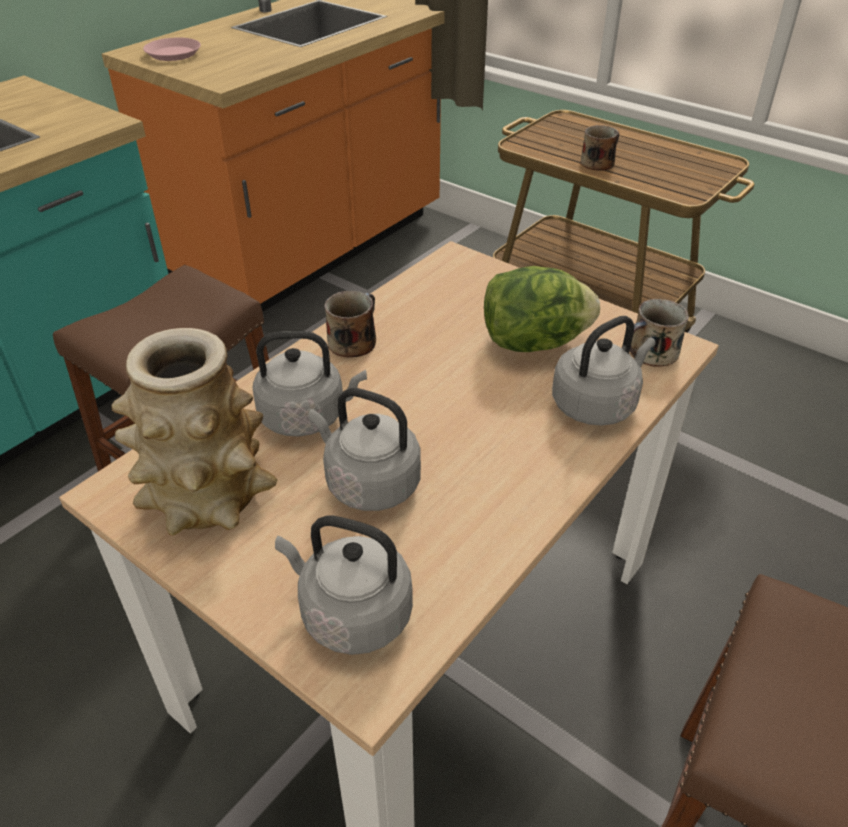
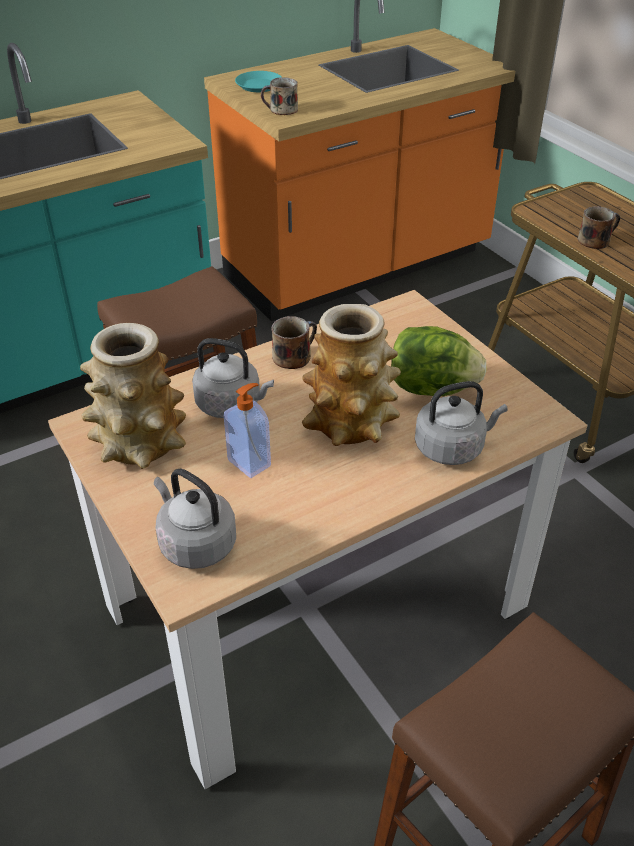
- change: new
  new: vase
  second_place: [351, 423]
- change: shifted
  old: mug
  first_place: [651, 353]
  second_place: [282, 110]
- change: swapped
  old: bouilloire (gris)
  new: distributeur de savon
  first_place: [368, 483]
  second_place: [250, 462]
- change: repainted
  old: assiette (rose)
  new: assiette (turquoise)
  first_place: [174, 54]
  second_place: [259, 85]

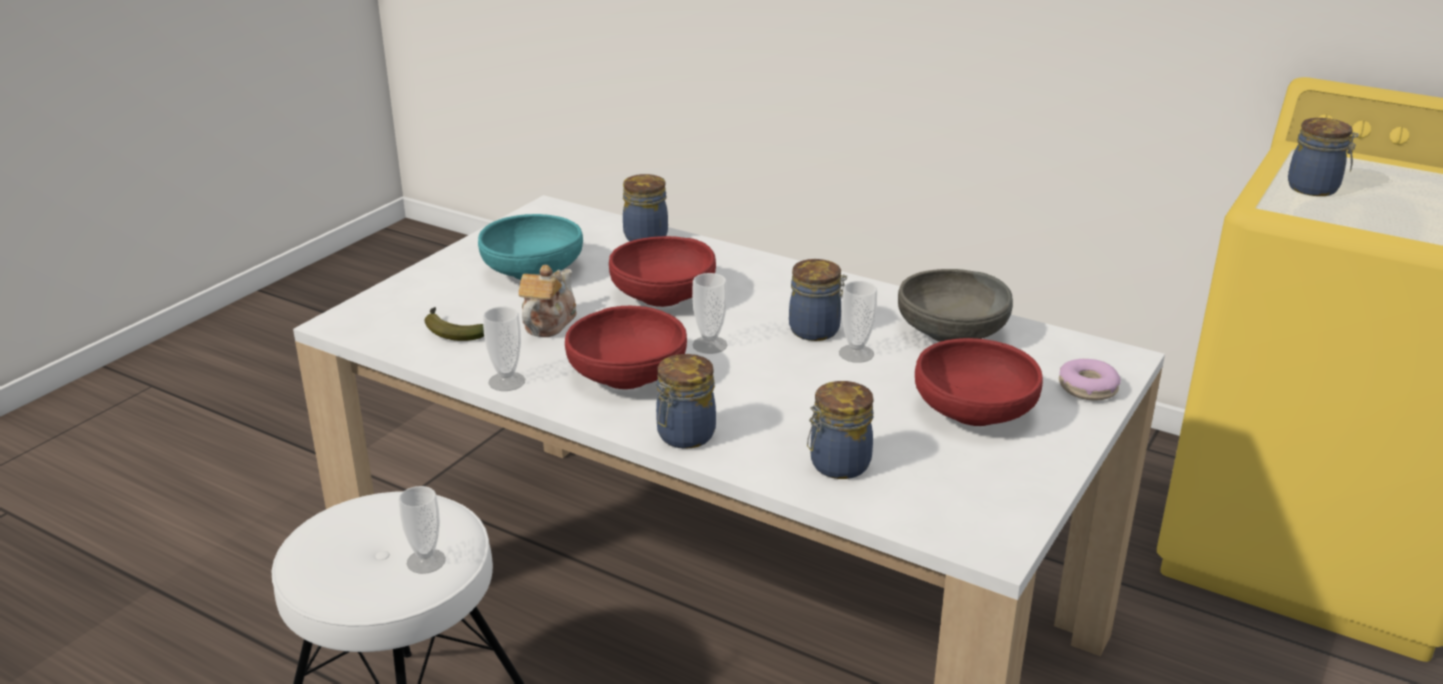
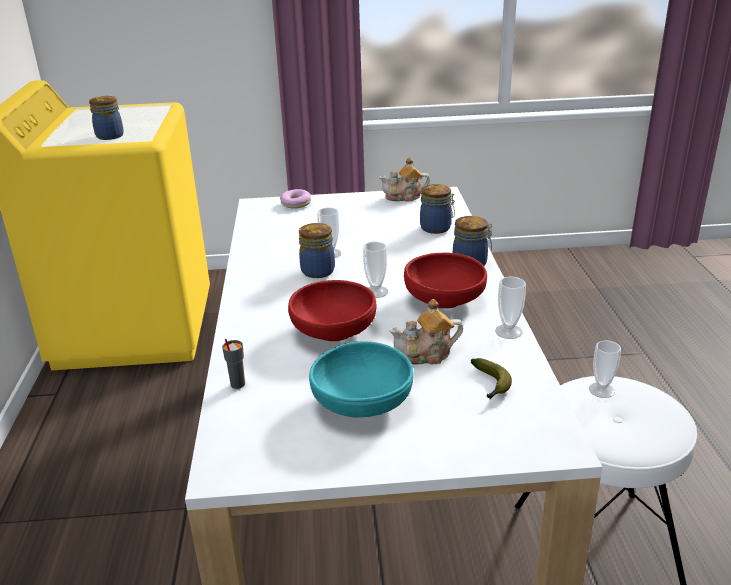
- change: gone
  old: bol (gris)
  first_place: [952, 333]
- change: gone
  old: bol (rouge)
  first_place: [973, 412]
- change: new
  new: théière
  second_place: [404, 197]
- change: swapped
  old: bocal
  new: tasse (gris)
  first_place: [645, 236]
  second_place: [237, 384]

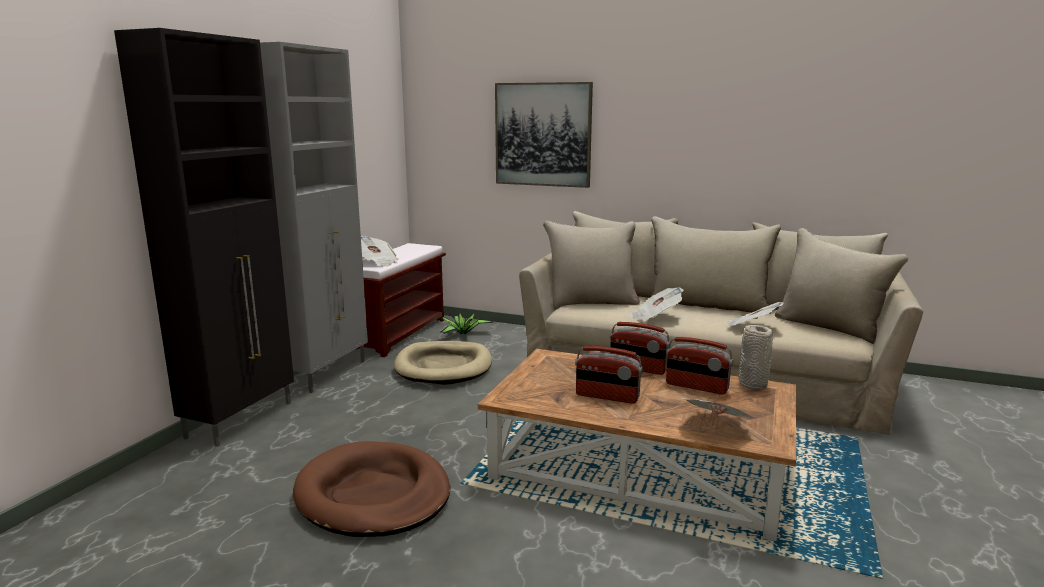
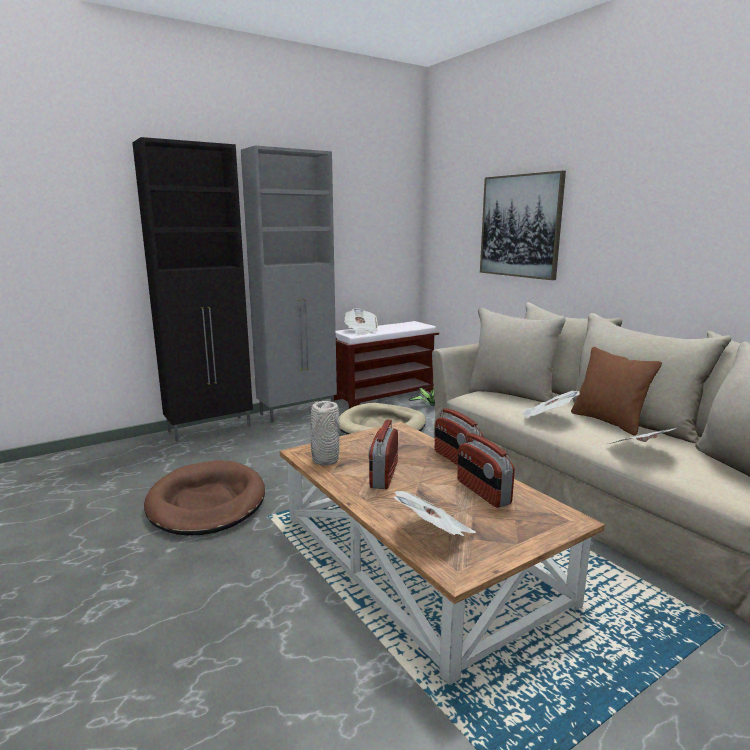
- change: new
  new: coussin (marron)
  second_place: [608, 422]
- change: shifted
  old: vase (gris)
  first_place: [753, 385]
  second_place: [325, 460]
- change: rotated
  old: radio
  first_place: [607, 397]
  second_place: [383, 475]
  degrees: 45

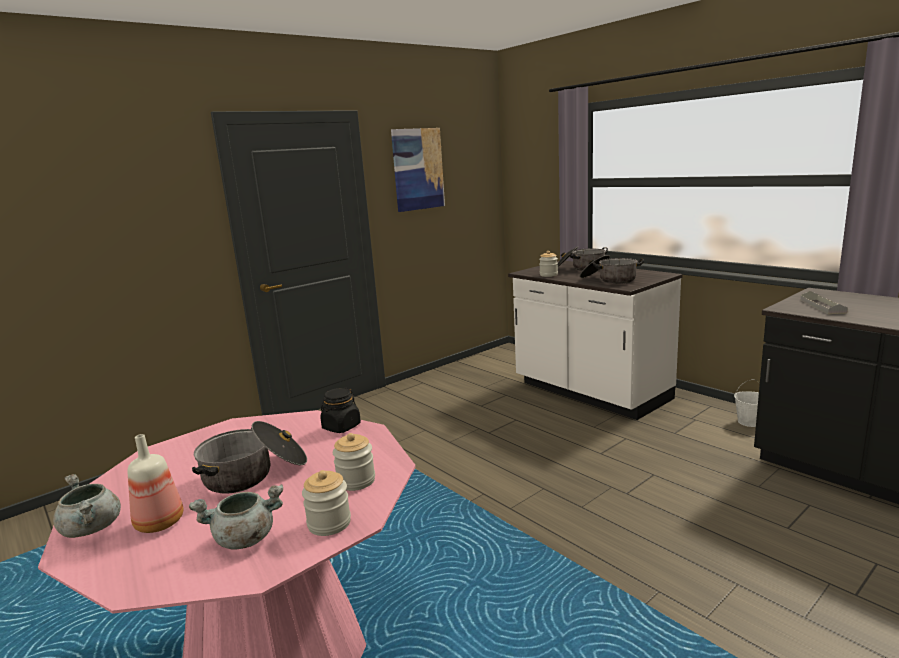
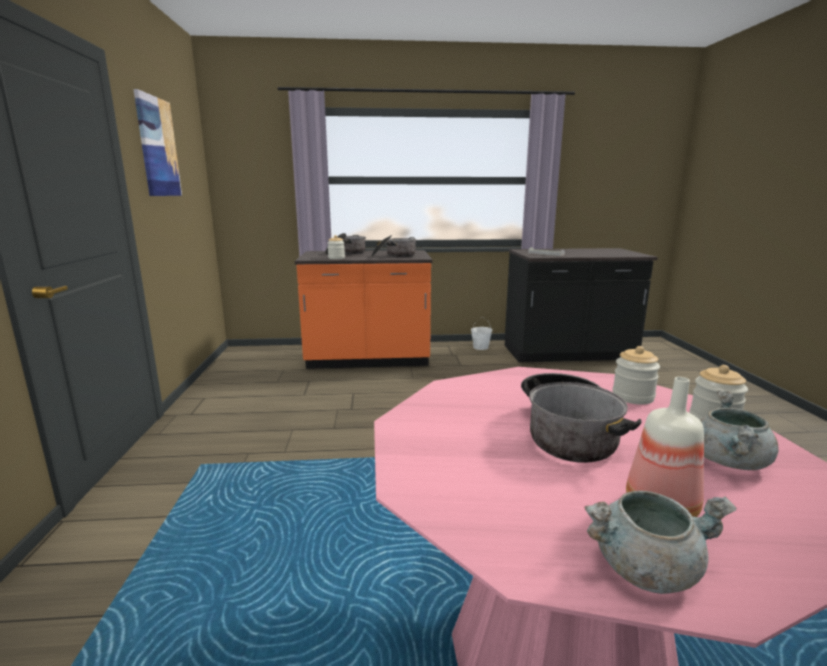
- change: gone
  old: bocal (noir)
  first_place: [341, 427]
- change: repainted
  old: comptoir de cuisine (blanc)
  new: comptoir de cuisine (orange)
  first_place: [590, 392]
  second_place: [368, 360]

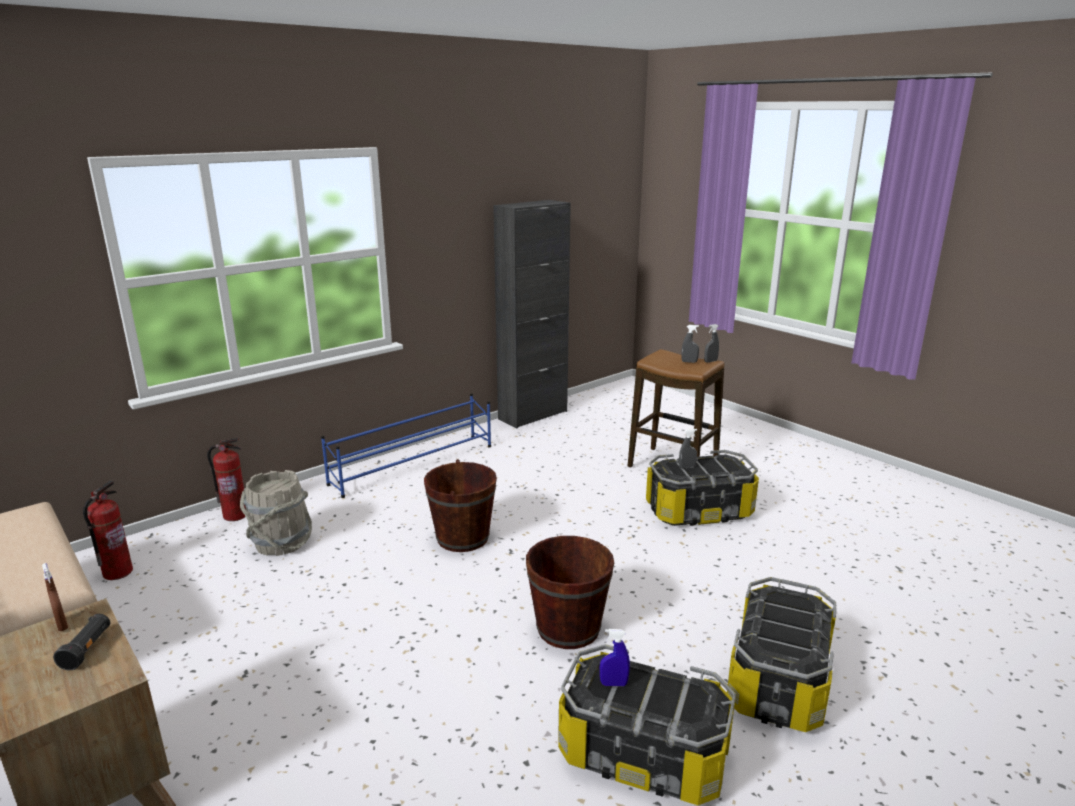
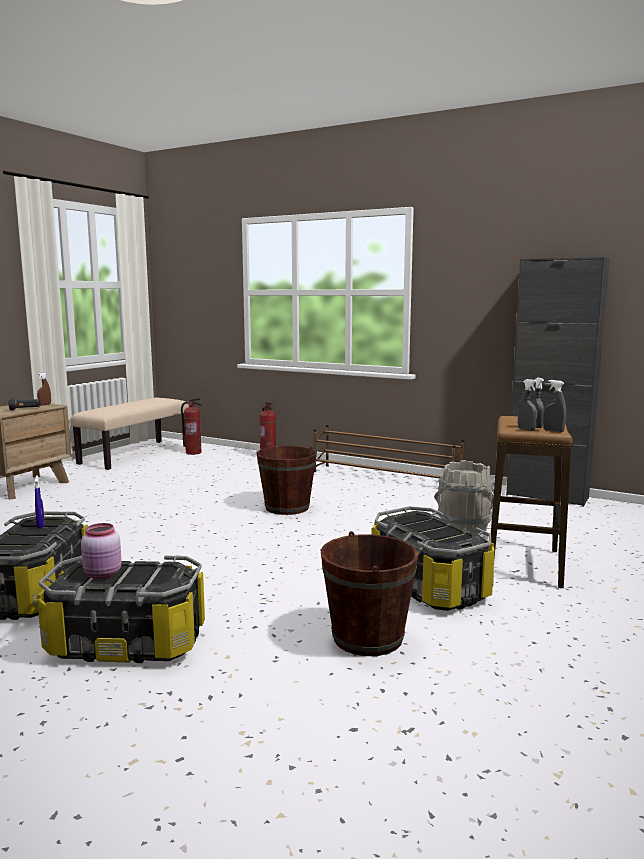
- change: new
  new: bocal (rose)
  second_place: [103, 574]
- change: shifted
  old: seau (gris)
  first_place: [280, 543]
  second_place: [464, 528]
- change: shifted
  old: seau (marron)
  first_place: [568, 628]
  second_place: [368, 637]
- change: shifted
  old: vaporisateur (gris)
  first_place: [687, 467]
  second_place: [526, 429]
- change: repainted
  old: étagère à chaussures (bleu)
  new: étagère à chaussures (marron)
  first_place: [414, 465]
  second_place: [385, 478]

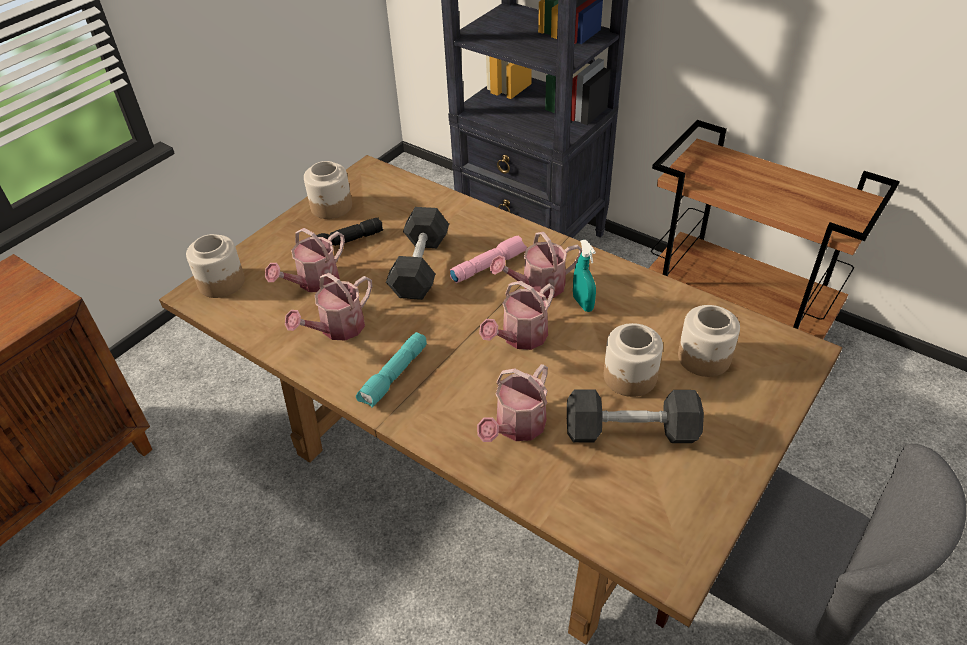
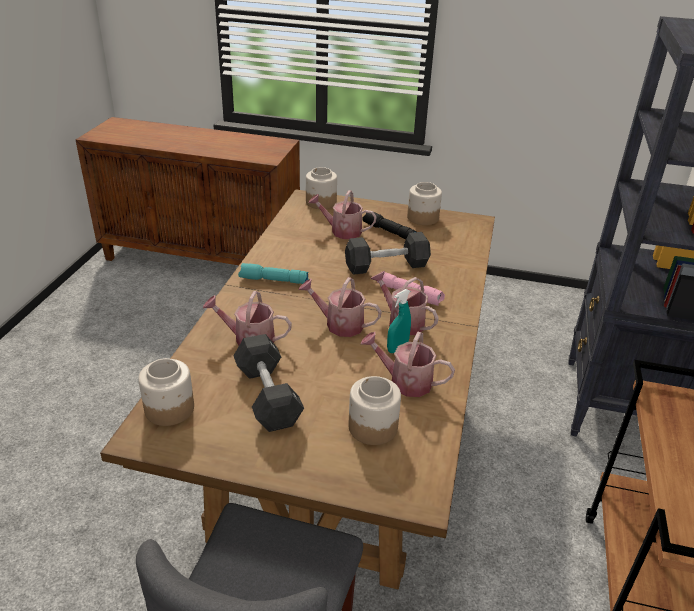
- change: shifted
  old: arrosoir
  first_place: [337, 329]
  second_place: [405, 381]
- change: shifted
  old: bocal
  first_place: [630, 377]
  second_place: [169, 409]

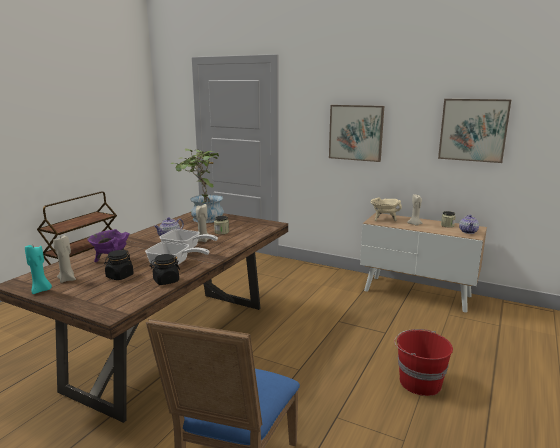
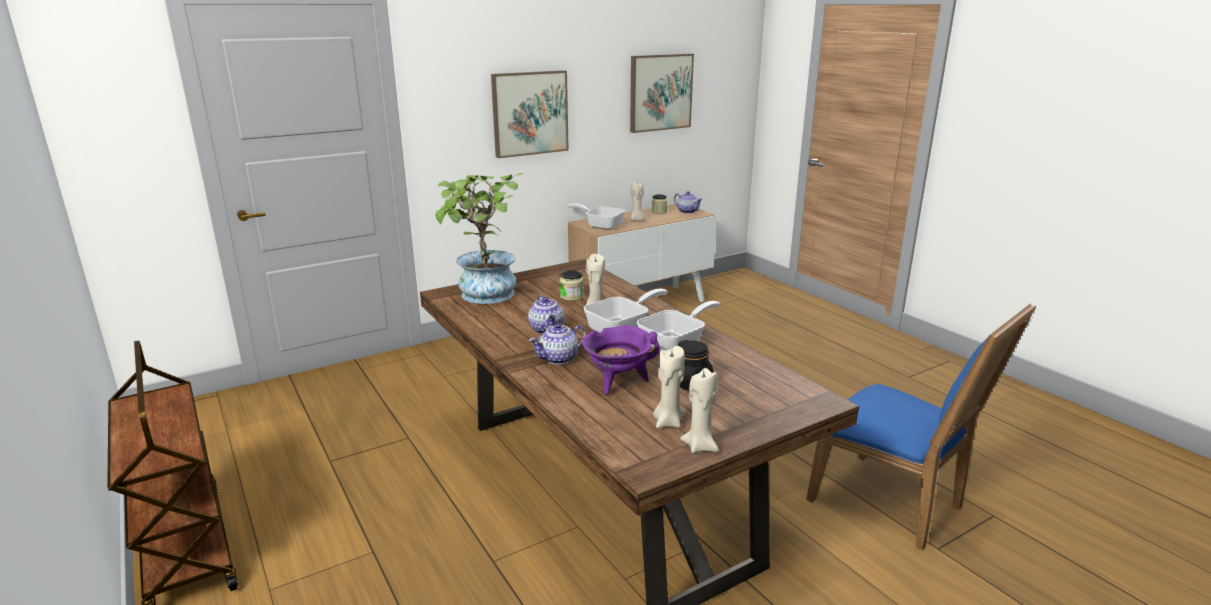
- change: gone
  old: bocal (noir)
  first_place: [166, 281]
- change: gone
  old: seau (rouge)
  first_place: [419, 382]
- change: new
  new: théière
  second_place: [559, 358]
- change: swapped
  old: marmite (beige)
  new: poêle
  first_place: [384, 219]
  second_place: [600, 225]
- change: repainted
  old: bougie (turquoise)
  new: bougie (beige)
  first_place: [41, 290]
  second_place: [700, 446]

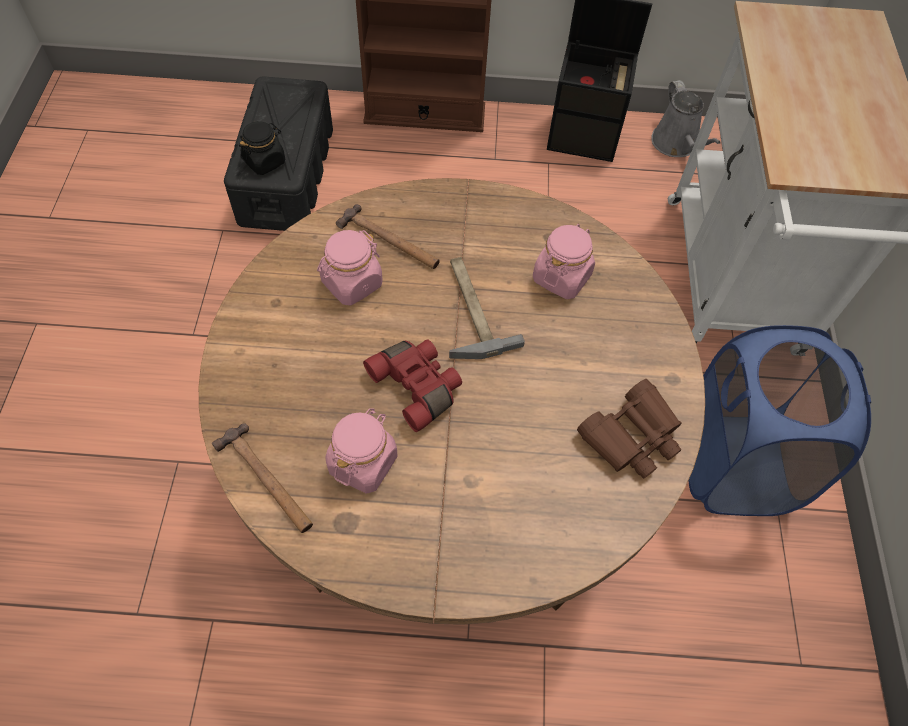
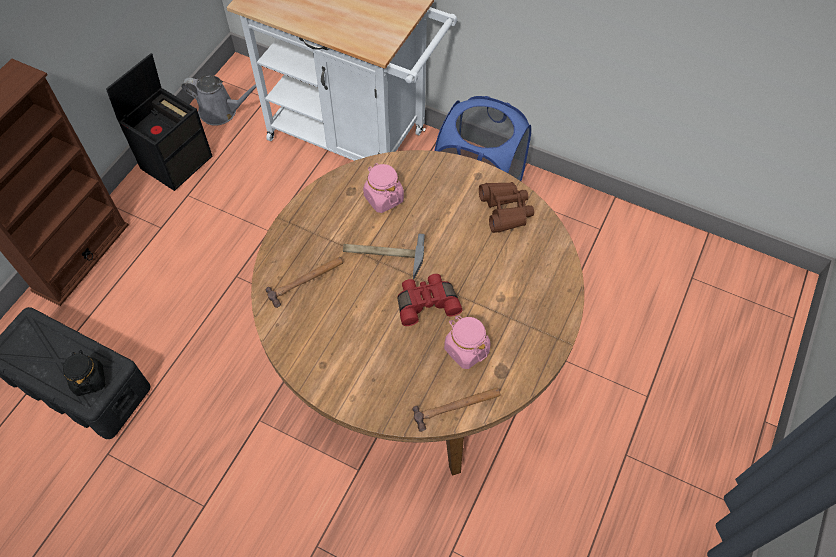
- change: gone
  old: bocal (rose)
  first_place: [351, 283]

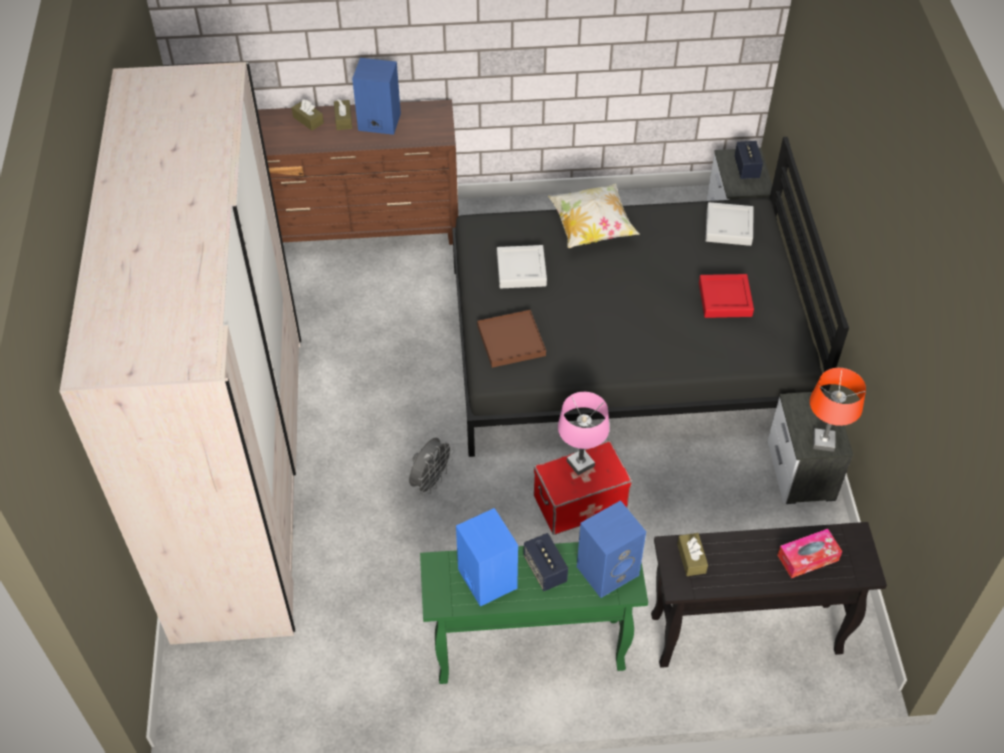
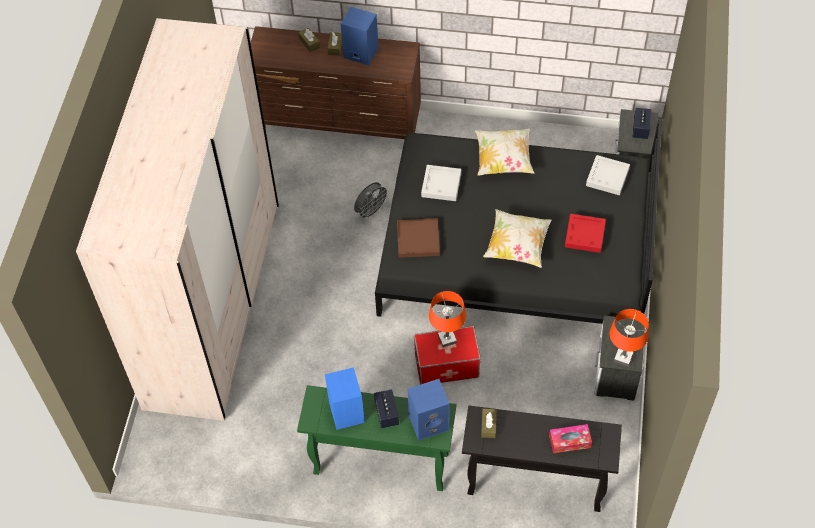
- change: new
  new: coussin
  second_place: [517, 246]
- change: shifted
  old: ventilateur (gris)
  first_place: [431, 481]
  second_place: [371, 212]
- change: repainted
  old: lampe de table (rose)
  new: lampe de table (orange)
  first_place: [580, 464]
  second_place: [447, 339]

